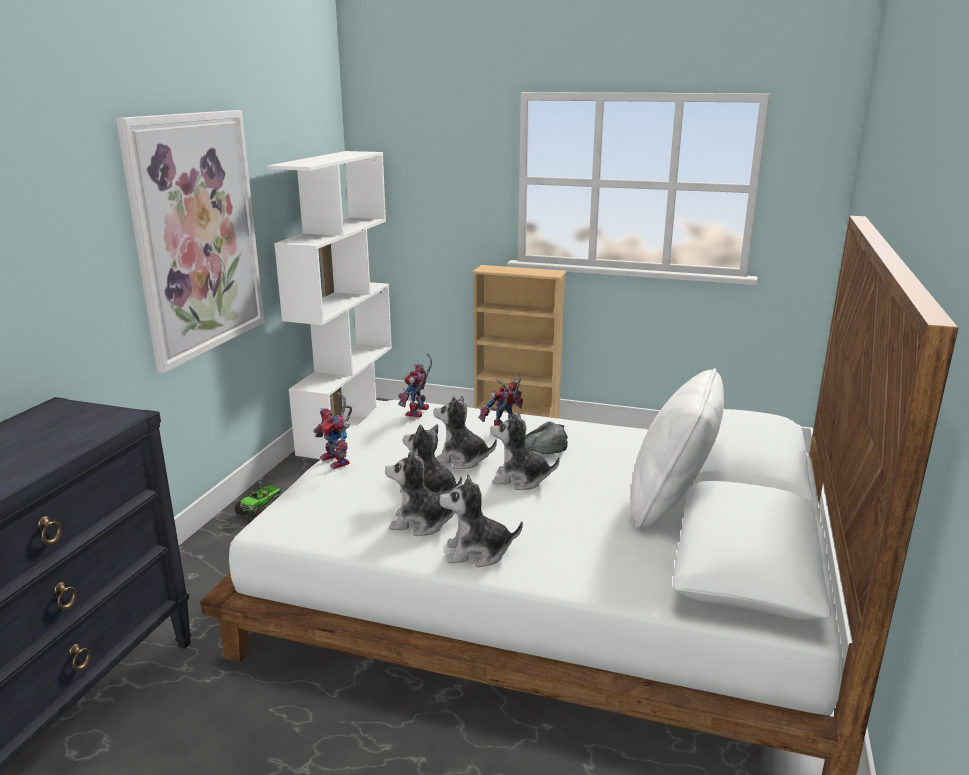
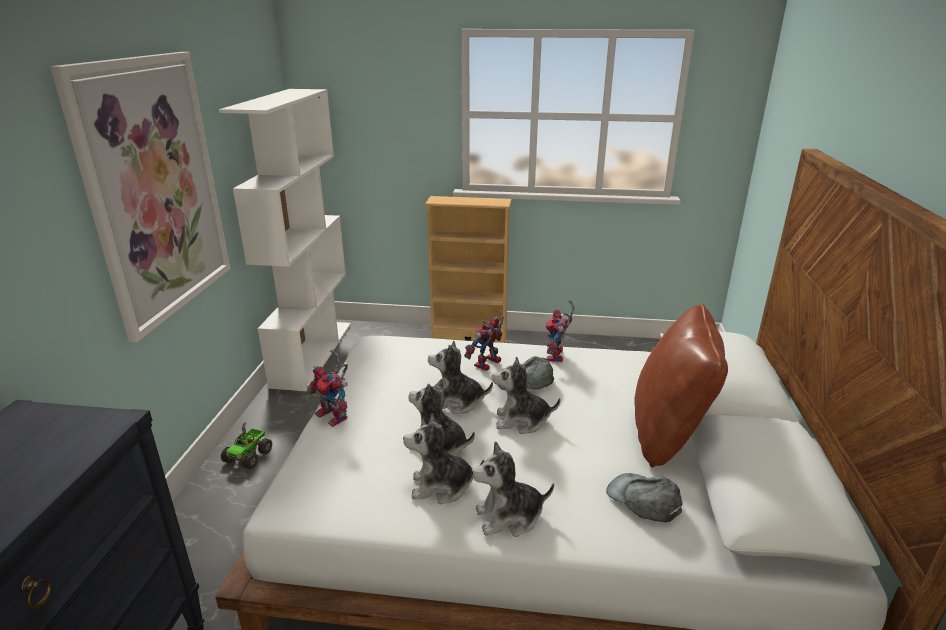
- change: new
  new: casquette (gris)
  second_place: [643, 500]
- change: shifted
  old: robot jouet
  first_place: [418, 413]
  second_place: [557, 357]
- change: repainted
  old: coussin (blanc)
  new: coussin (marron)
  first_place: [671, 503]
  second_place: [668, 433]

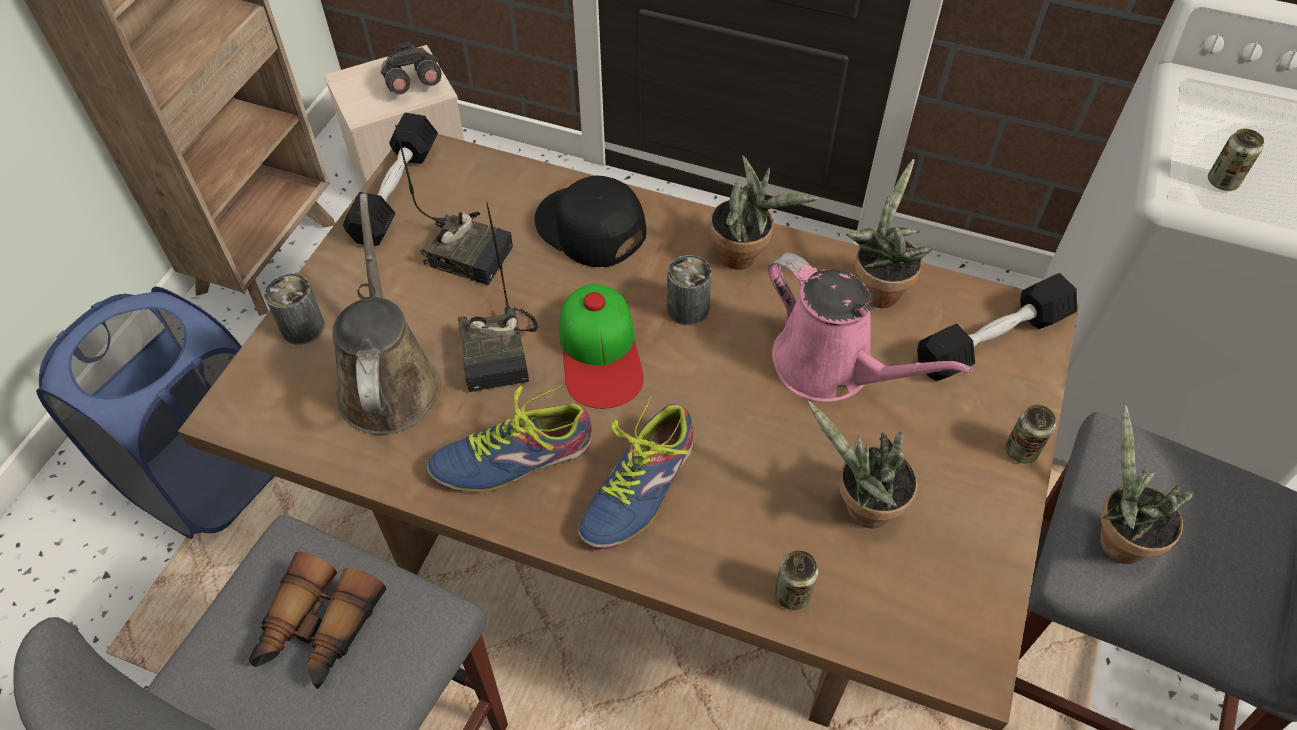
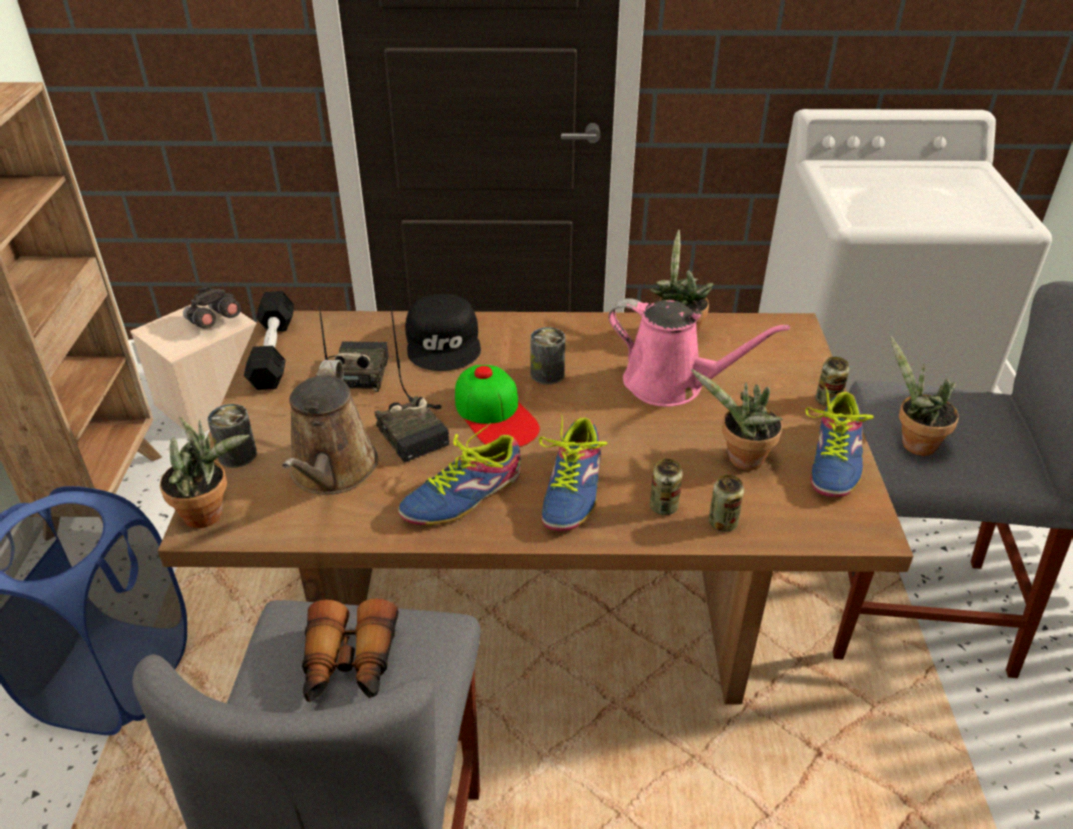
- change: gone
  old: haltère (noir)
  first_place: [992, 340]
- change: new
  new: chaussure
  second_place: [835, 460]
- change: shifted
  old: plante en pot
  first_place: [744, 256]
  second_place: [210, 513]
- change: shifted
  old: boîte métallique
  first_place: [1222, 182]
  second_place: [663, 506]
- change: rotated
  old: arrosoir (marron)
  first_place: [389, 381]
  second_place: [332, 472]
  degrees: -150
- change: rotated
  old: radio
  first_place: [469, 251]
  second_place: [355, 376]
  degrees: -90
- change: rotated
  old: casquette (noir)
  first_place: [589, 228]
  second_place: [444, 343]
  degrees: -120

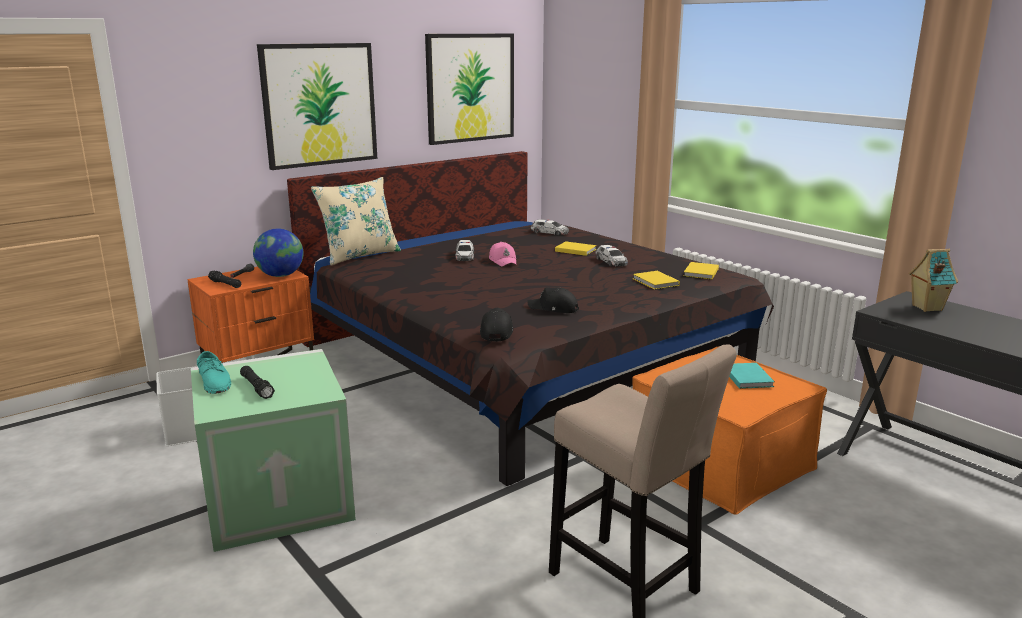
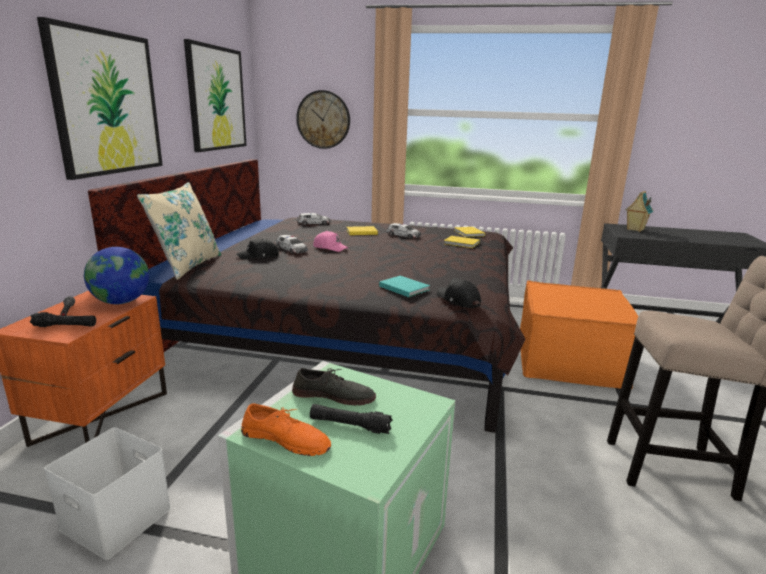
- change: new
  new: chaussure (gris)
  second_place: [334, 395]
- change: new
  new: horloge murale
  second_place: [323, 119]
- change: shifted
  old: casquette (noir)
  first_place: [553, 308]
  second_place: [259, 256]
- change: shifted
  old: livre (turquoise)
  first_place: [748, 377]
  second_place: [403, 288]
- change: repainted
  old: chaussure (turquoise)
  new: chaussure (orange)
  first_place: [214, 381]
  second_place: [286, 439]

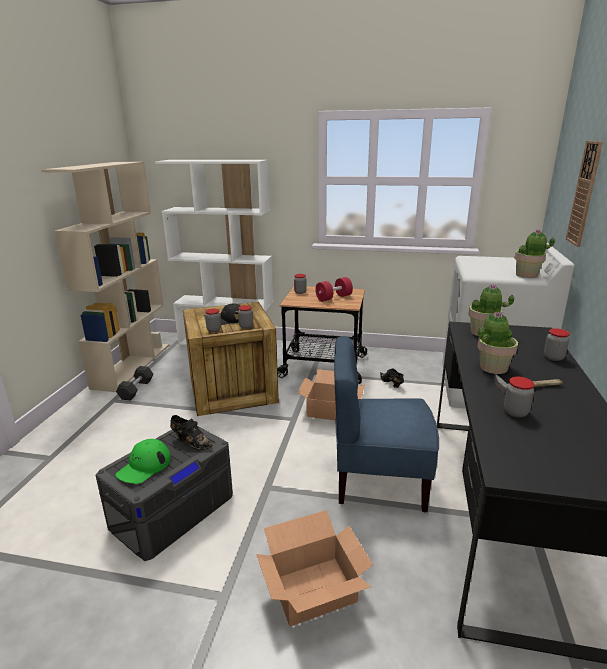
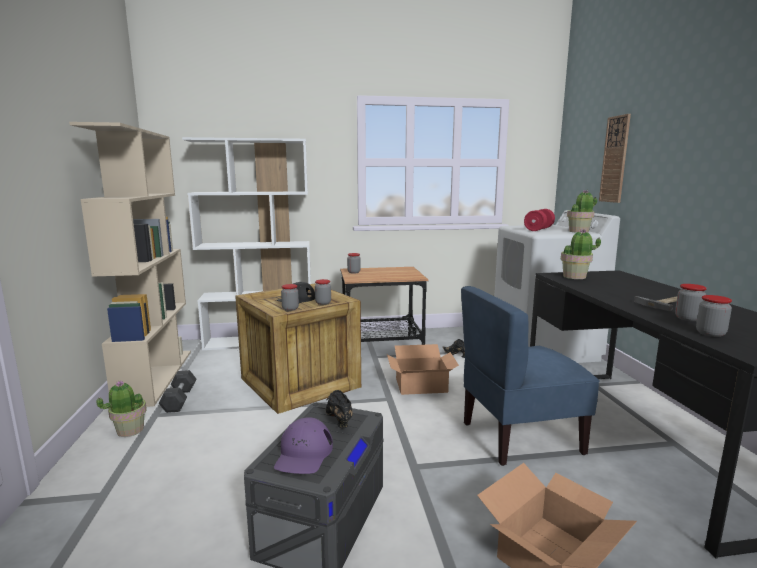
- change: shifted
  old: haltère (rouge)
  first_place: [333, 298]
  second_place: [538, 229]
- change: shifted
  old: plante en pot
  first_place: [492, 367]
  second_place: [129, 430]
- change: shifted
  old: bocal
  first_place: [553, 357]
  second_place: [710, 333]
- change: repainted
  old: casquette (vert)
  new: casquette (violet)
  first_place: [144, 466]
  second_place: [304, 454]
- change: rotated
  old: chaussure (noir)
  first_place: [191, 441]
  second_place: [338, 419]
  degrees: -120

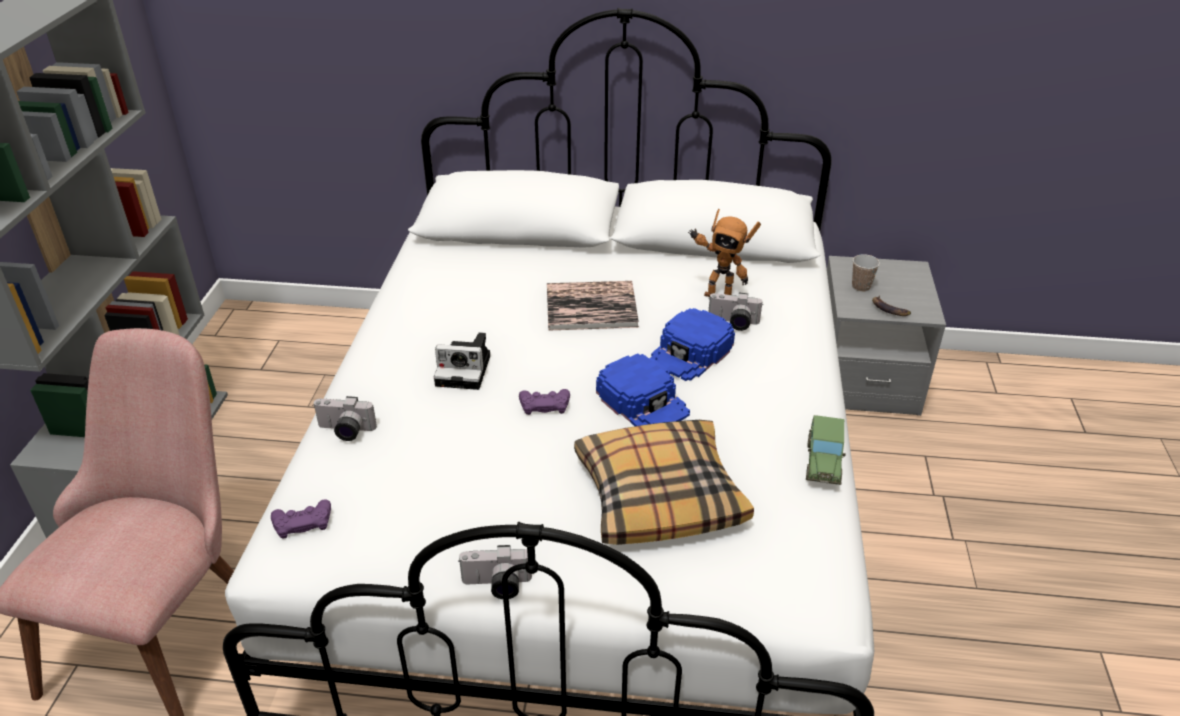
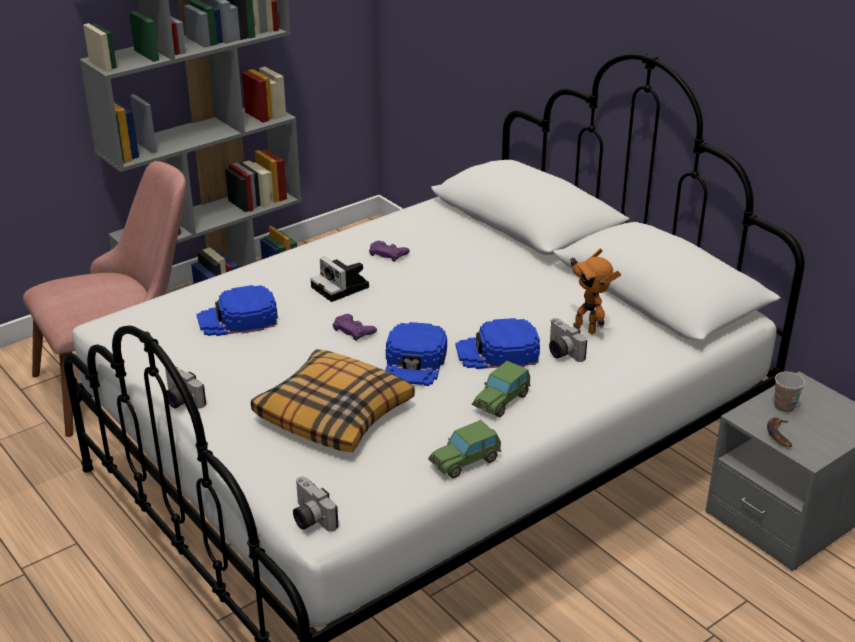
- change: gone
  old: livre
  first_place: [591, 306]
- change: new
  new: casquette (bleu)
  second_place: [238, 319]
- change: new
  new: petite voiture
  second_place: [502, 401]
- change: shifted
  old: manette (violet)
  first_place: [302, 522]
  second_place: [388, 254]
- change: shifted
  old: appareil photo
  first_place: [345, 431]
  second_place: [309, 518]

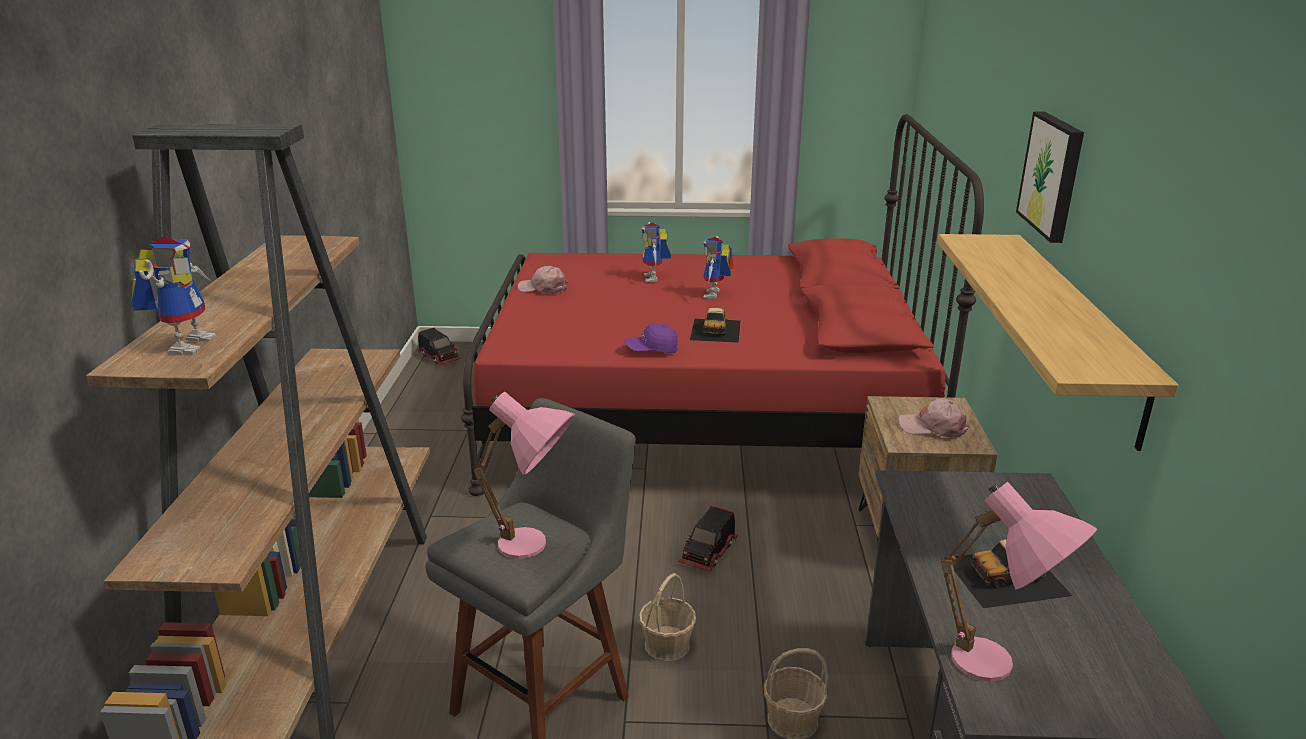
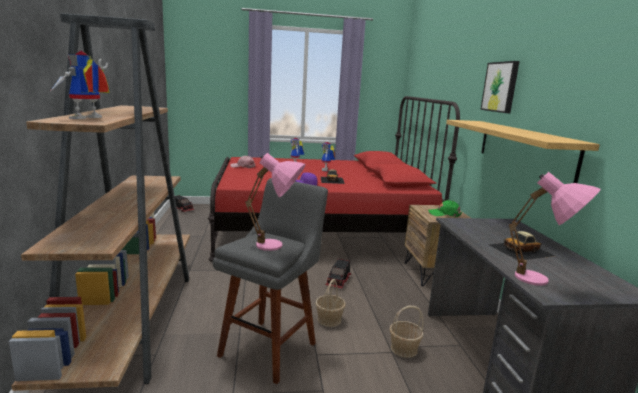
- change: repainted
  old: casquette (rose)
  new: casquette (vert)
  first_place: [933, 427]
  second_place: [444, 214]
- change: rotated
  old: robot jouet
  first_place: [187, 343]
  second_place: [86, 118]
  degrees: -150

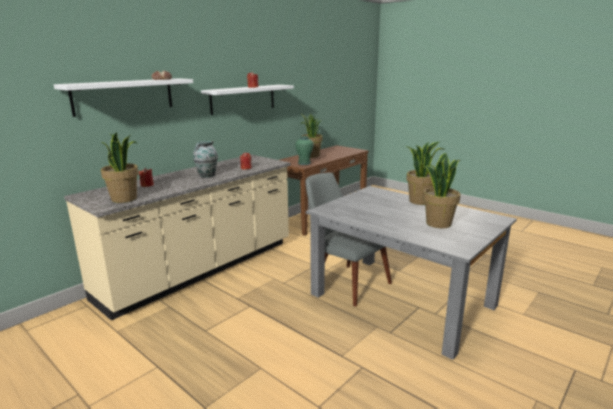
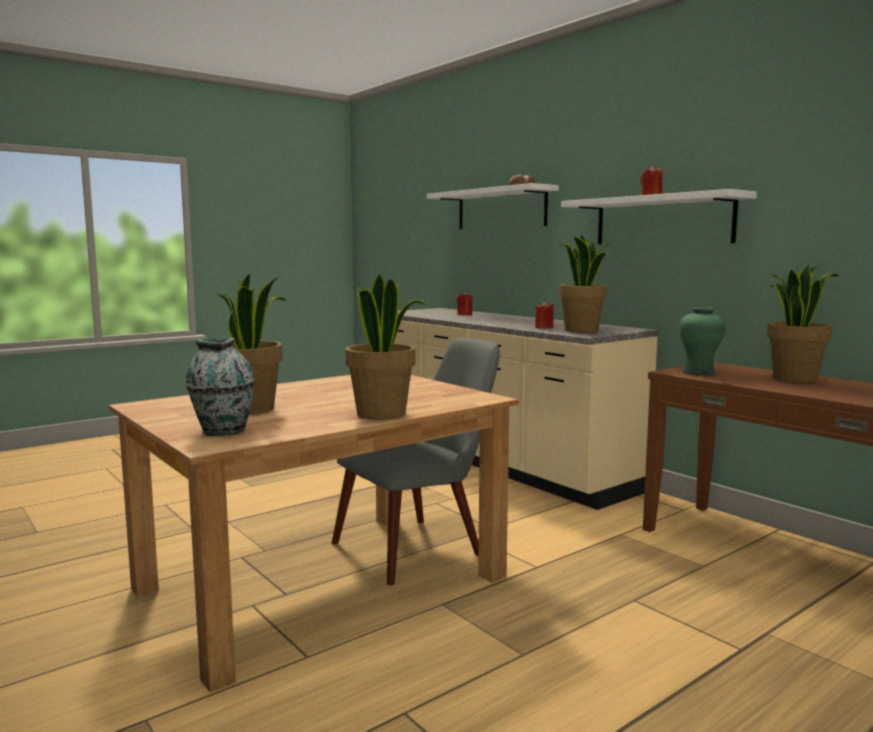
- change: shifted
  old: plante en pot
  first_place: [125, 199]
  second_place: [581, 331]
- change: shifted
  old: vase
  first_place: [206, 175]
  second_place: [223, 431]
- change: repainted
  old: table à manger (gris)
  new: table à manger (marron)
  first_place: [400, 300]
  second_place: [323, 581]

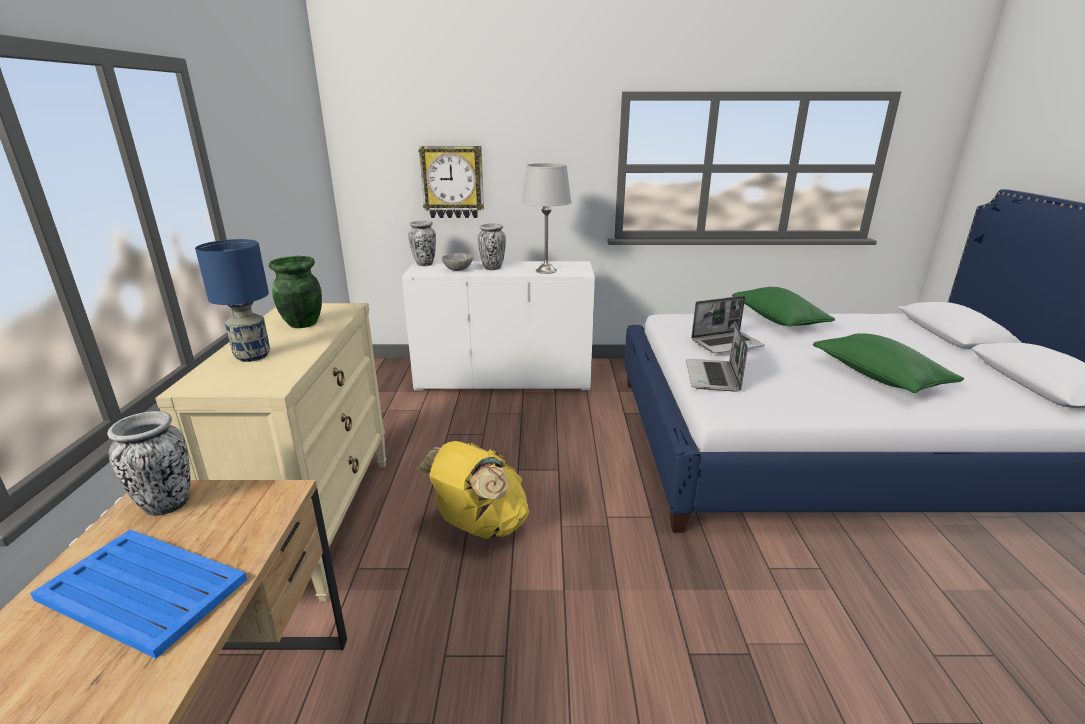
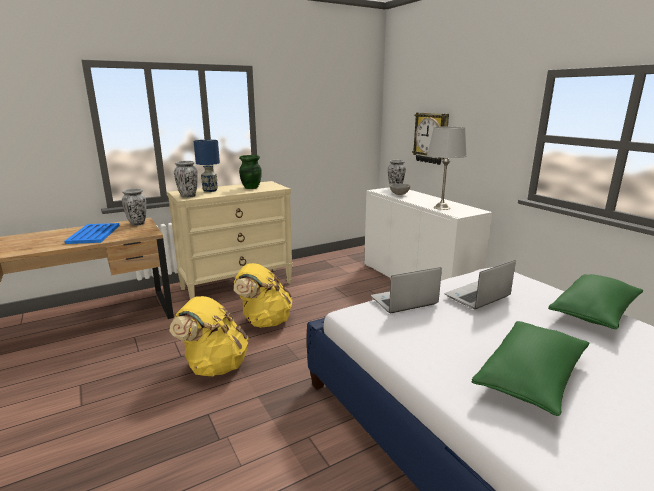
- change: new
  new: sac à dos (jaune)
  second_place: [214, 365]
- change: shifted
  old: vase
  first_place: [492, 268]
  second_place: [188, 196]
- change: rotated
  old: ordinateur portable
  first_place: [727, 343]
  second_place: [477, 297]
  degrees: 105

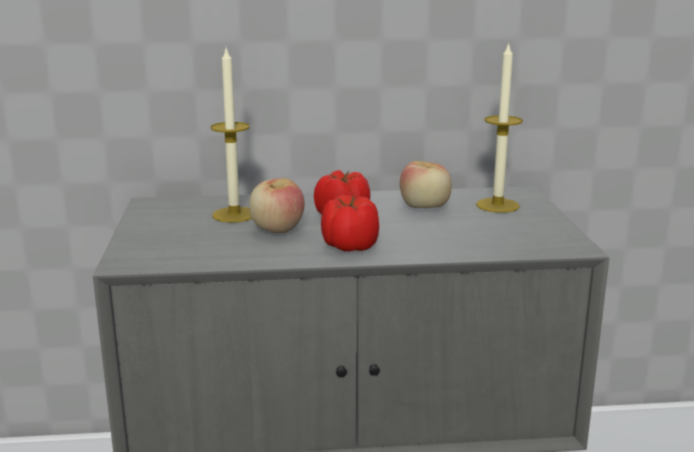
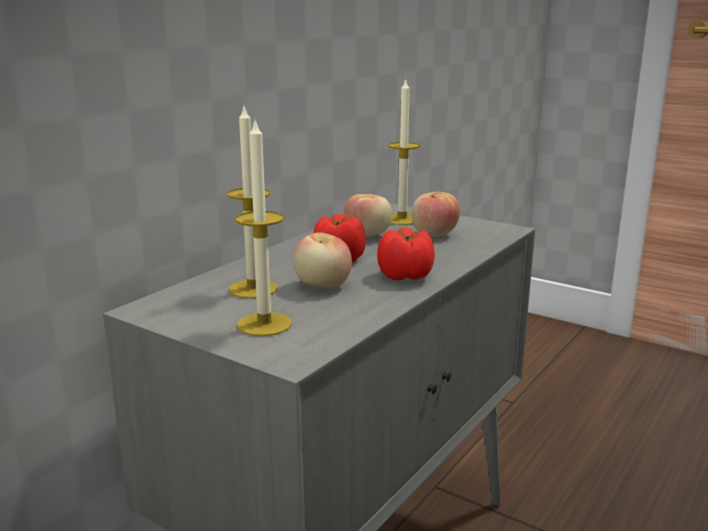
- change: new
  new: bougie
  second_place: [264, 324]
- change: new
  new: pomme
  second_place: [434, 234]

